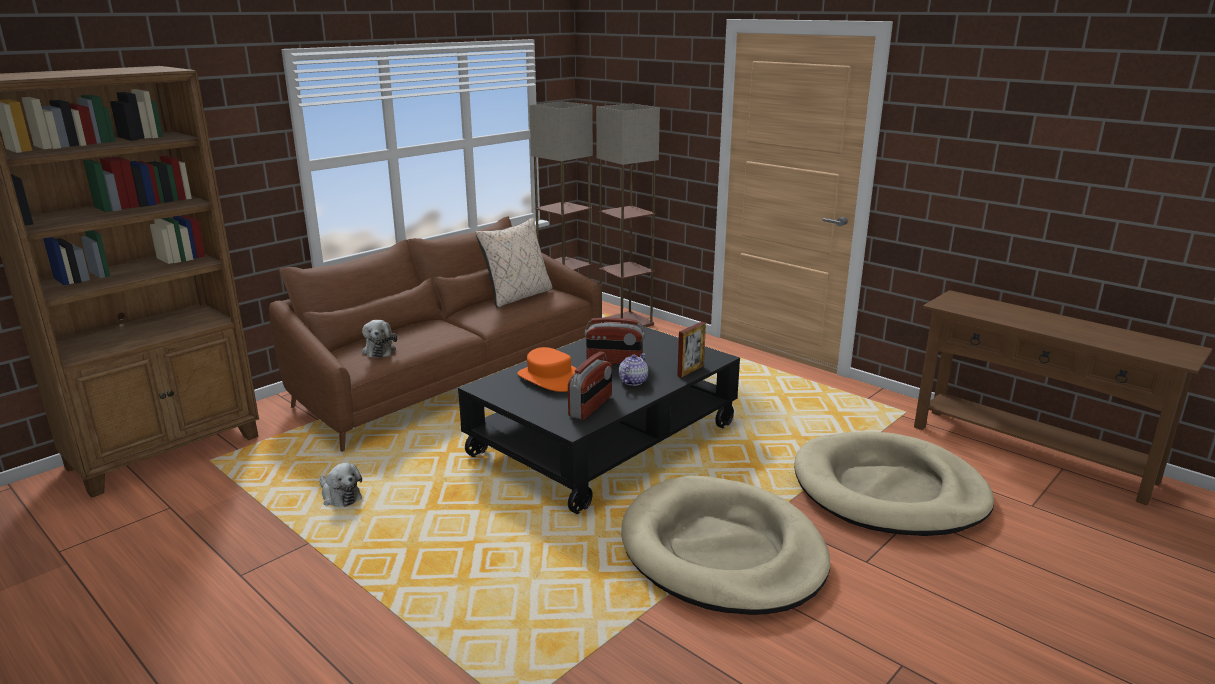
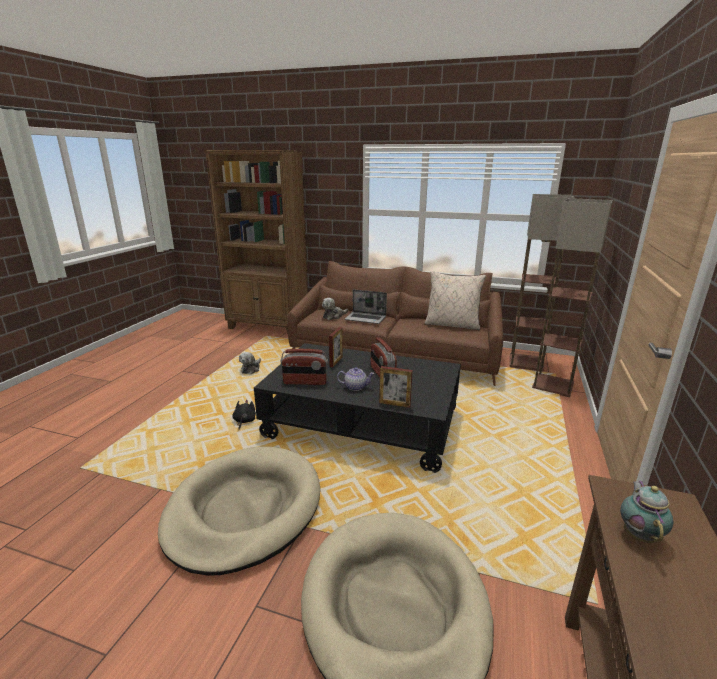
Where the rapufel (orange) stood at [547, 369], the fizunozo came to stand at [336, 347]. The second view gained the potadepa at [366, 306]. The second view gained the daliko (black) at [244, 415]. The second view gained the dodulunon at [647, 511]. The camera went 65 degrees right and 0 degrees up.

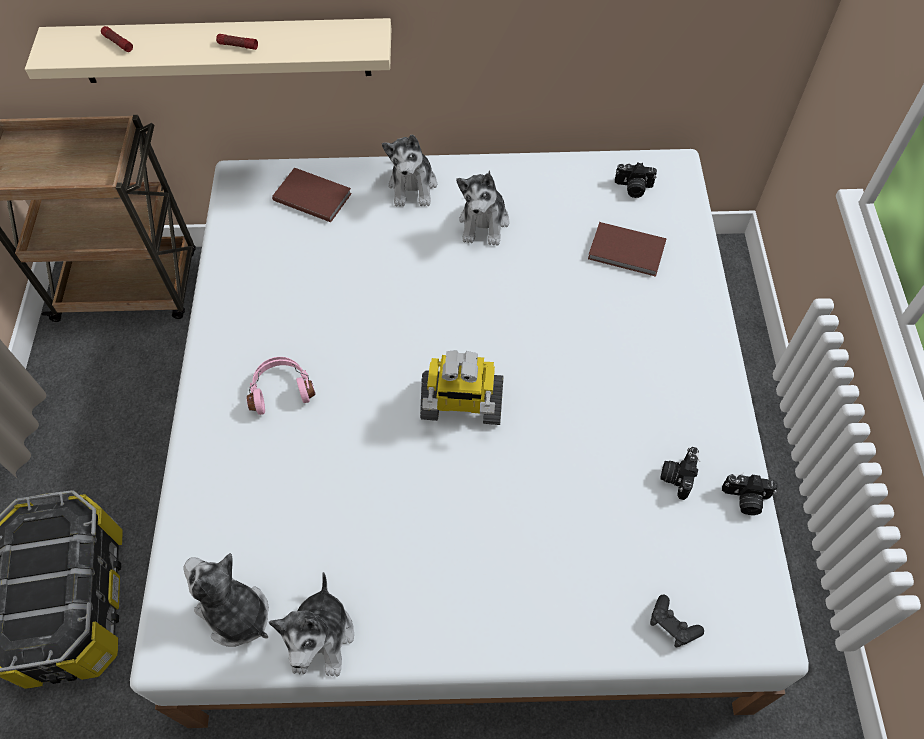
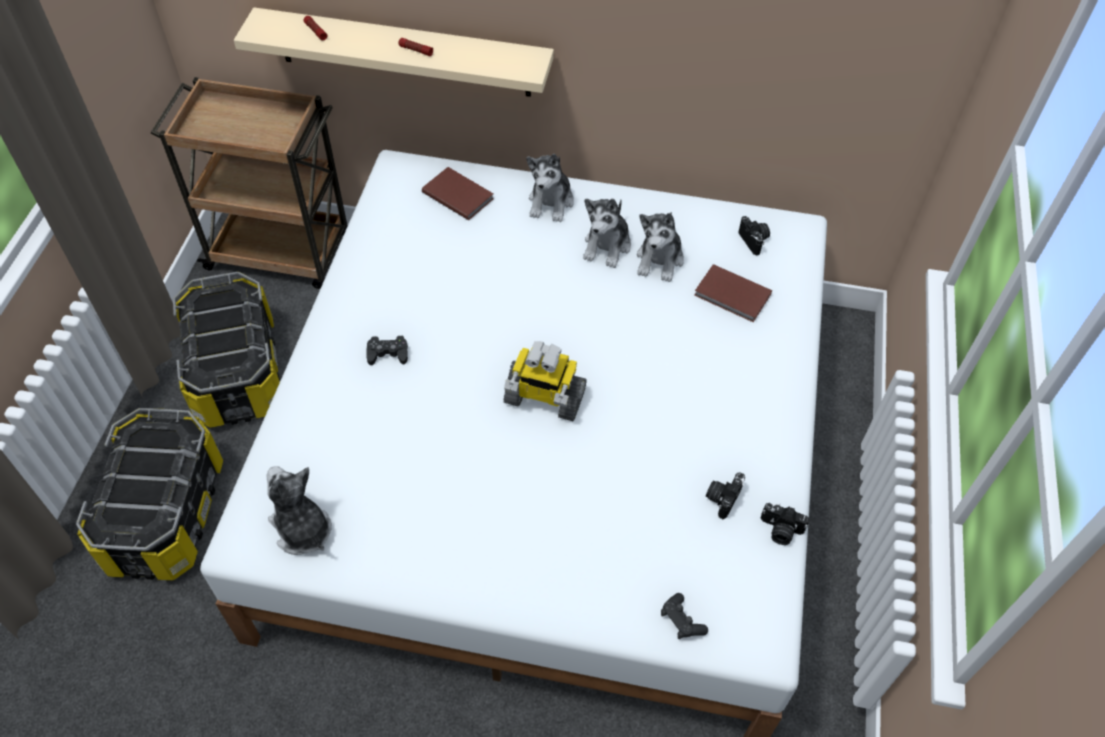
The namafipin at [636, 180] ended up facing another way, 135 degrees counterclockwise from before. Where the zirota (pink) stood at [281, 386], the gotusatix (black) came to stand at [387, 350]. The daliko ended up elsewhere, having gone from [311, 624] to [660, 247]. The second view gained the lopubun at [226, 350]. The camera went 10 degrees right and 5 degrees down.

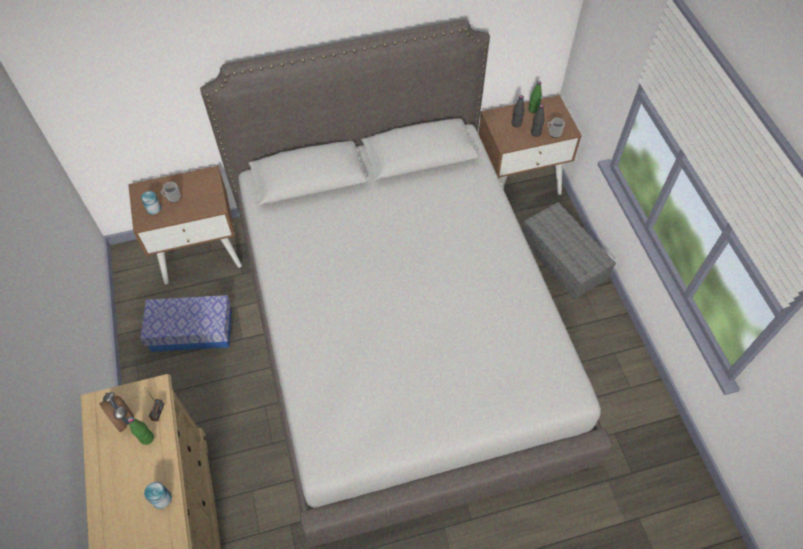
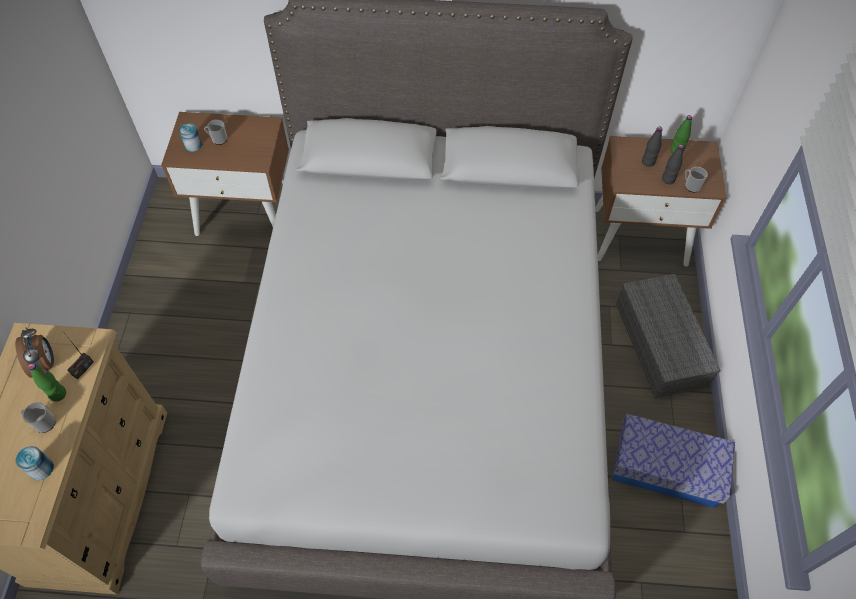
The lopubun ended up elsewhere, having gone from [186, 323] to [673, 461]. The second view gained the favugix at [38, 417]. The camera went 20 degrees right and 0 degrees up.

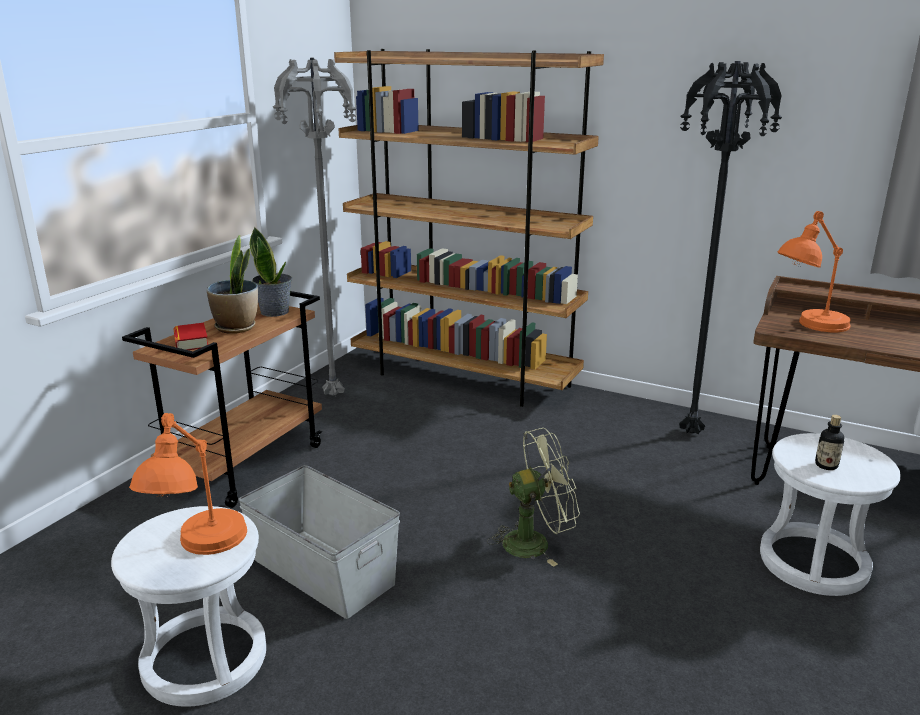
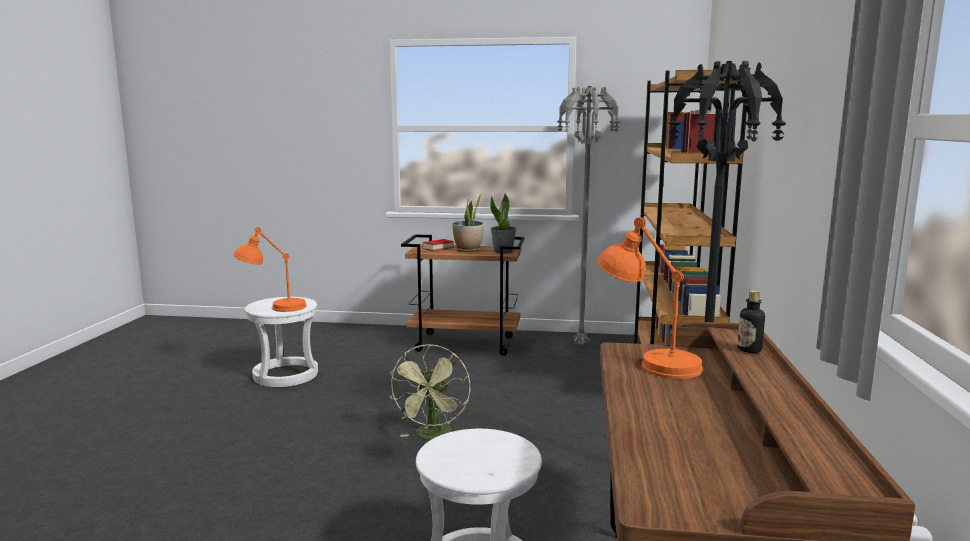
The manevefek ended up elsewhere, having gone from [829, 442] to [751, 321]. The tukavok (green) at [533, 497] ended up facing another way, 45 degrees clockwise from before. The second view lost the lopubun (grey) at [319, 542]. The camera went 70 degrees right and 10 degrees down.

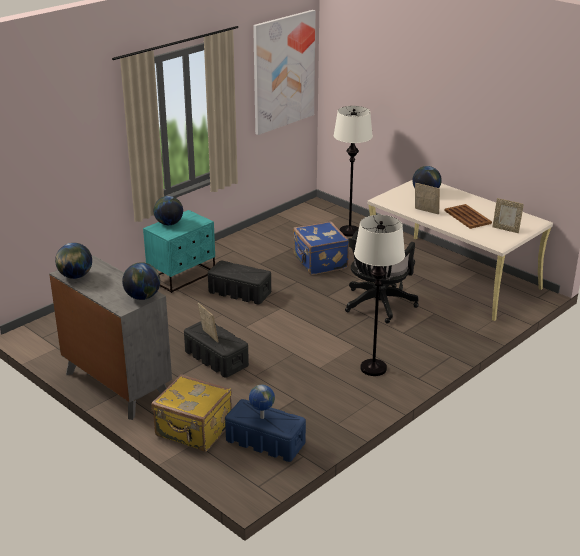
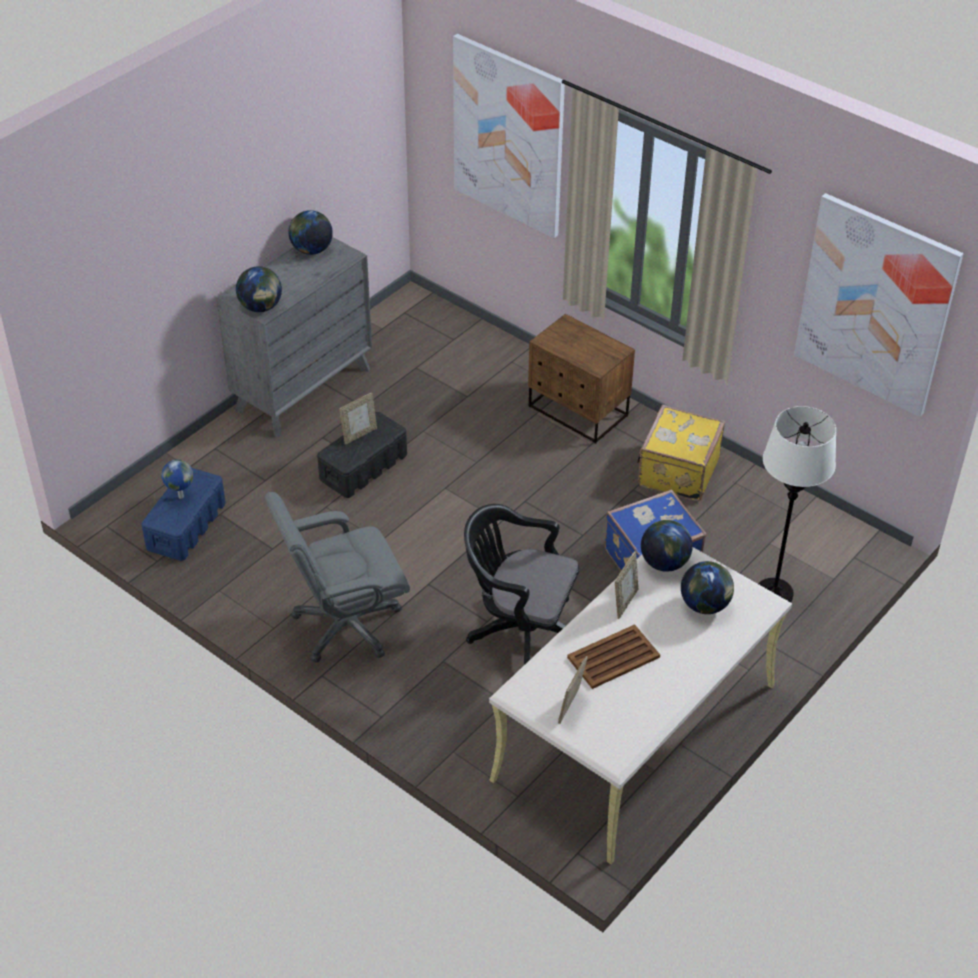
The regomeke ended up elsewhere, having gone from [168, 210] to [667, 546]. What was the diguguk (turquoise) at [179, 251] turned into the diguguk (brown) at [581, 379]. Where the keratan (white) stood at [379, 295], the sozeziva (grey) came to stand at [337, 577]. The second view lost the lopubun (black) at [239, 282]. The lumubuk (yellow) ended up elsewhere, having gone from [191, 413] to [681, 453]. The second view gained the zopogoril at [509, 136]. The camera went 85 degrees right and 15 degrees up.

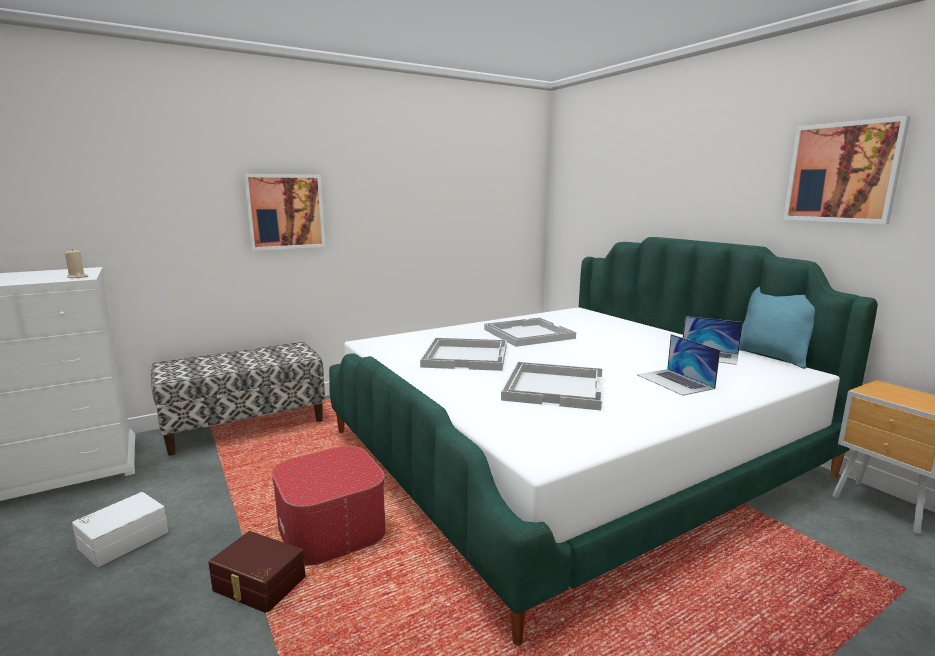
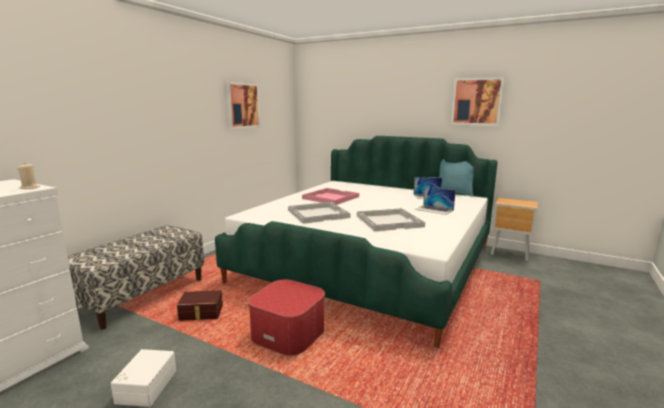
The zopogoril ended up elsewhere, having gone from [284, 212] to [243, 105]. What was the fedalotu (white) at [530, 332] turned into the fedalotu (pink) at [330, 196]. The lopubun (brown) ended up elsewhere, having gone from [257, 572] to [200, 305]. The camera went 30 degrees left and 0 degrees up.

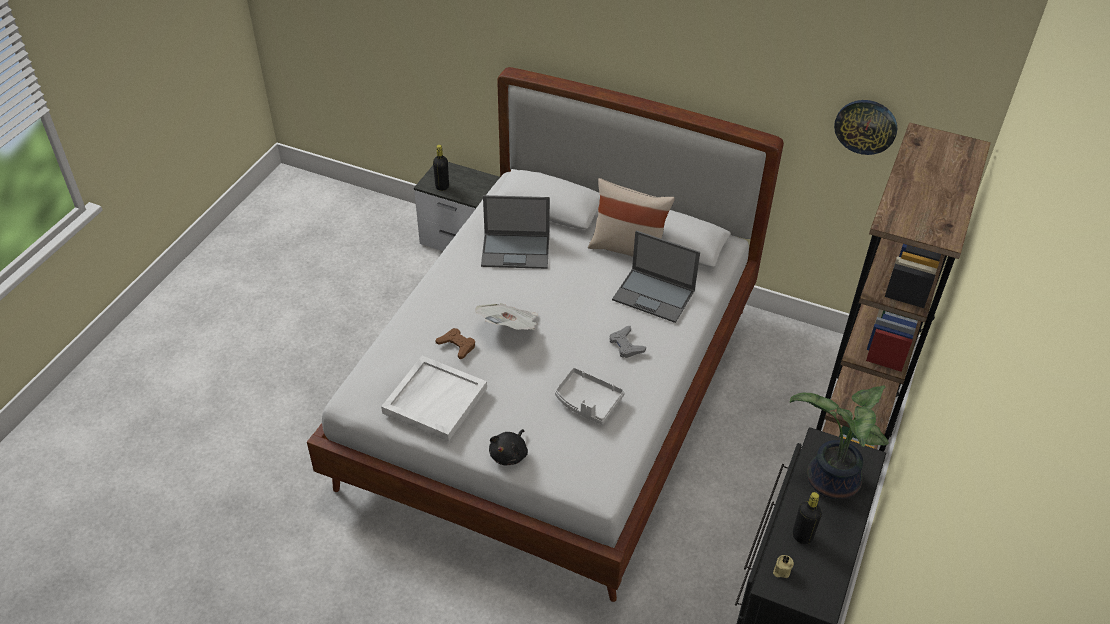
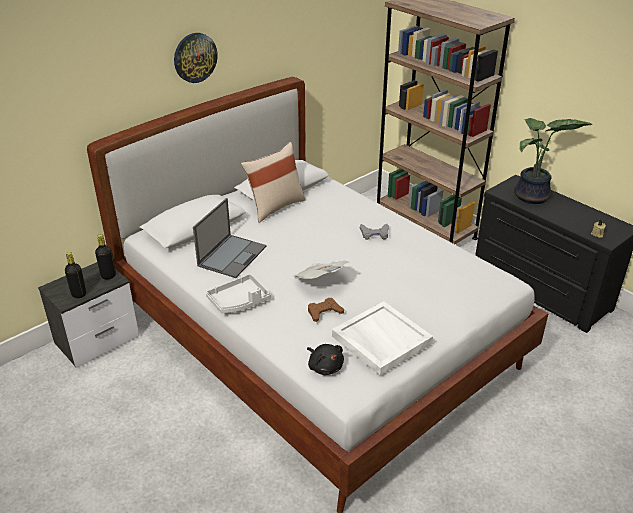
The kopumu ended up elsewhere, having gone from [865, 127] to [196, 58]. The second view lost the potadepa at [656, 276]. The fedalotu (grey) ended up elsewhere, having gone from [590, 396] to [238, 293]. The daliko (black) ended up elsewhere, having gone from [508, 447] to [325, 359]. The manevefek (black) ended up elsewhere, having gone from [807, 518] to [105, 256]. The camera went 65 degrees left and 10 degrees down.

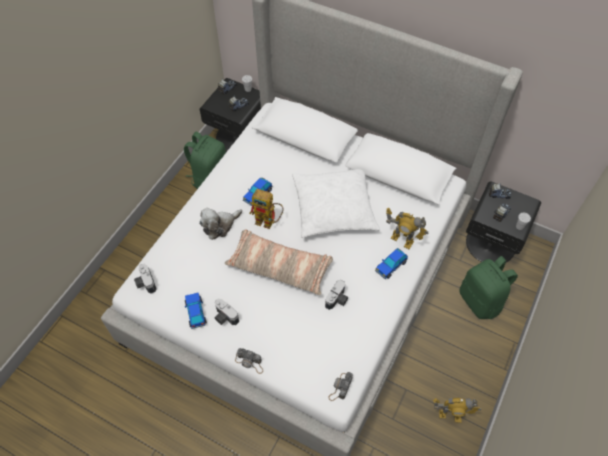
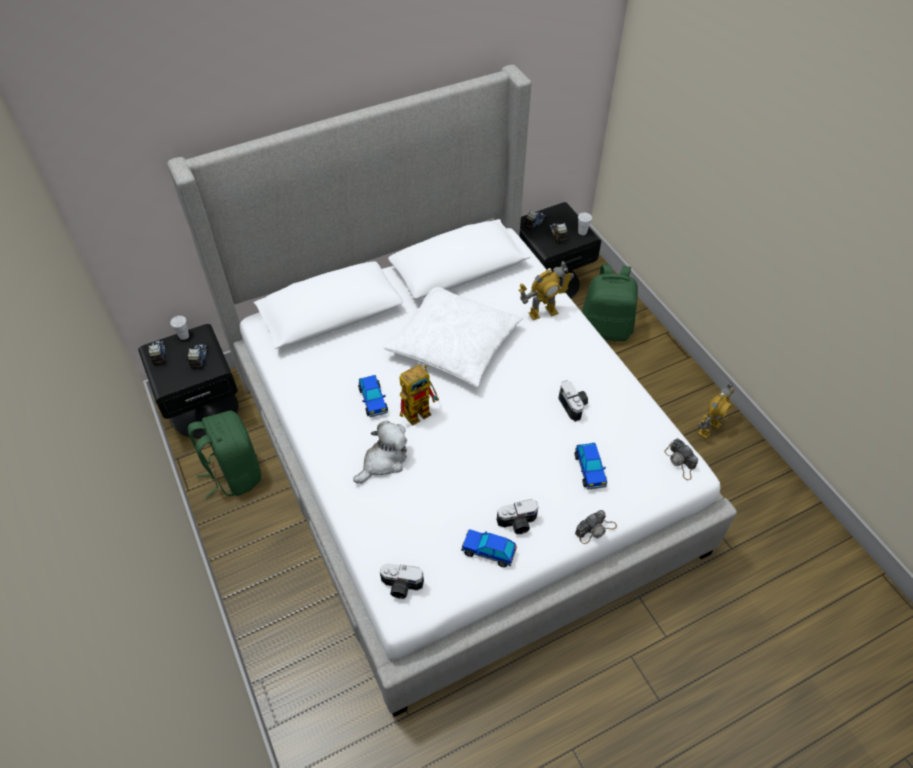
The daliko at [220, 223] ended up facing another way, 135 degrees counterclockwise from before. The second view lost the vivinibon at [279, 262]. The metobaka ended up elsewhere, having gone from [391, 263] to [591, 466]. The camera went 55 degrees left and 5 degrees down.

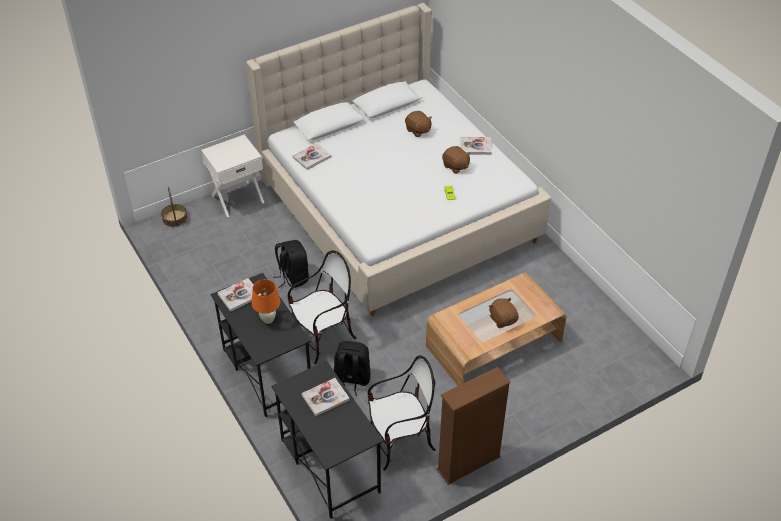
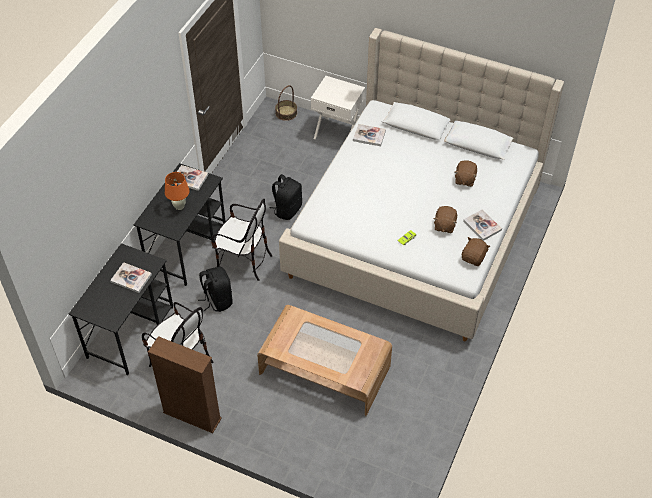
The daliko (brown) ended up elsewhere, having gone from [504, 313] to [476, 251]. The camera went 55 degrees right and 5 degrees up.

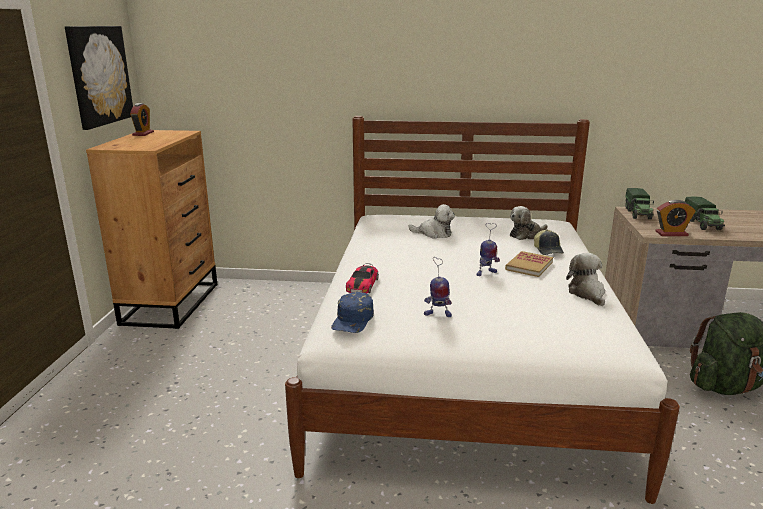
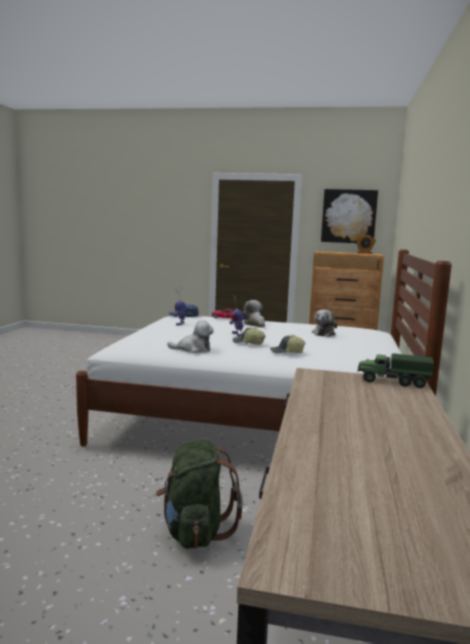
The second view lost the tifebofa at [705, 213]. The second view lost the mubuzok at [676, 218]. The daliko ended up elsewhere, having gone from [529, 223] to [254, 314]. Where the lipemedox stood at [529, 264], the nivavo came to stand at [249, 336]. The camera went 95 degrees right and 10 degrees down.

